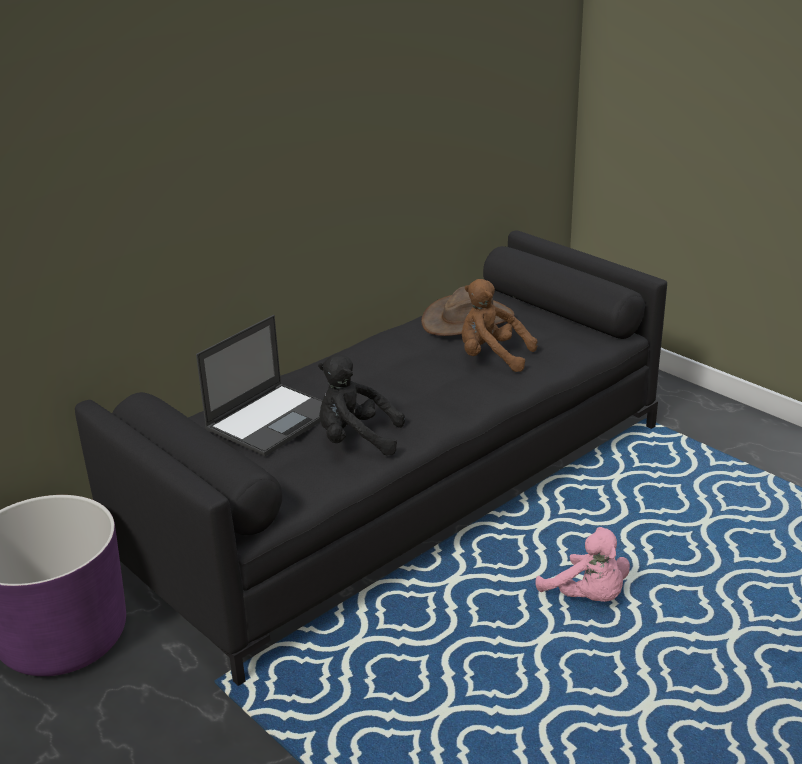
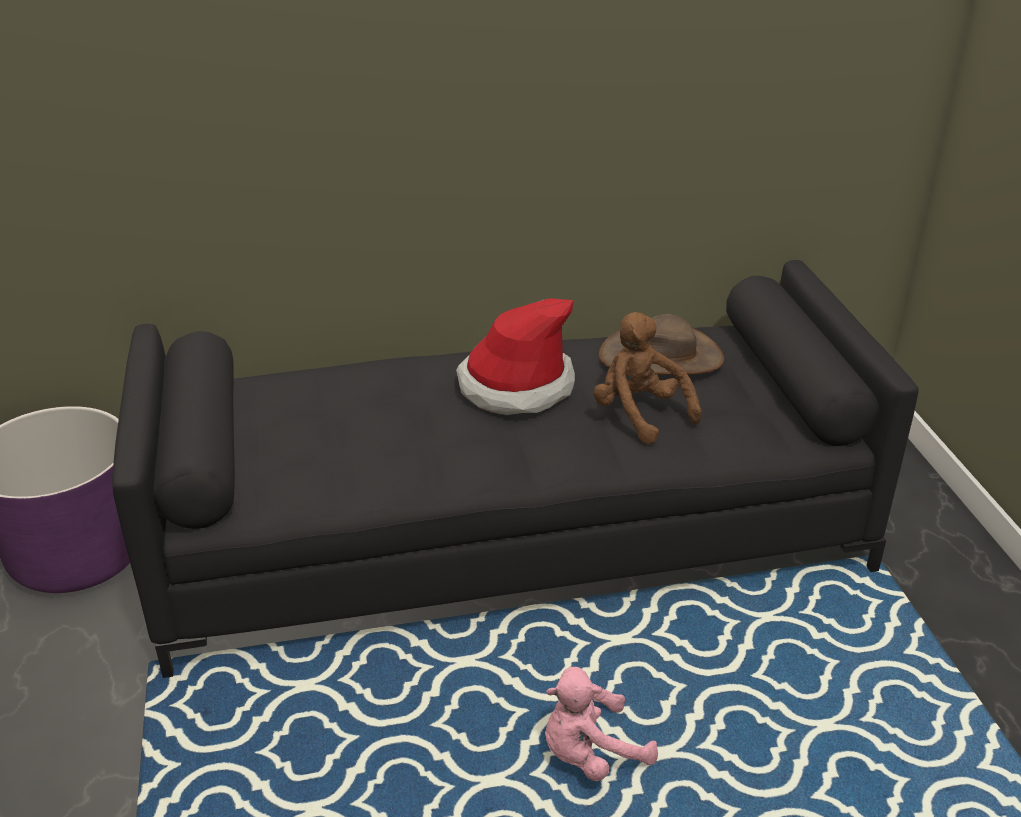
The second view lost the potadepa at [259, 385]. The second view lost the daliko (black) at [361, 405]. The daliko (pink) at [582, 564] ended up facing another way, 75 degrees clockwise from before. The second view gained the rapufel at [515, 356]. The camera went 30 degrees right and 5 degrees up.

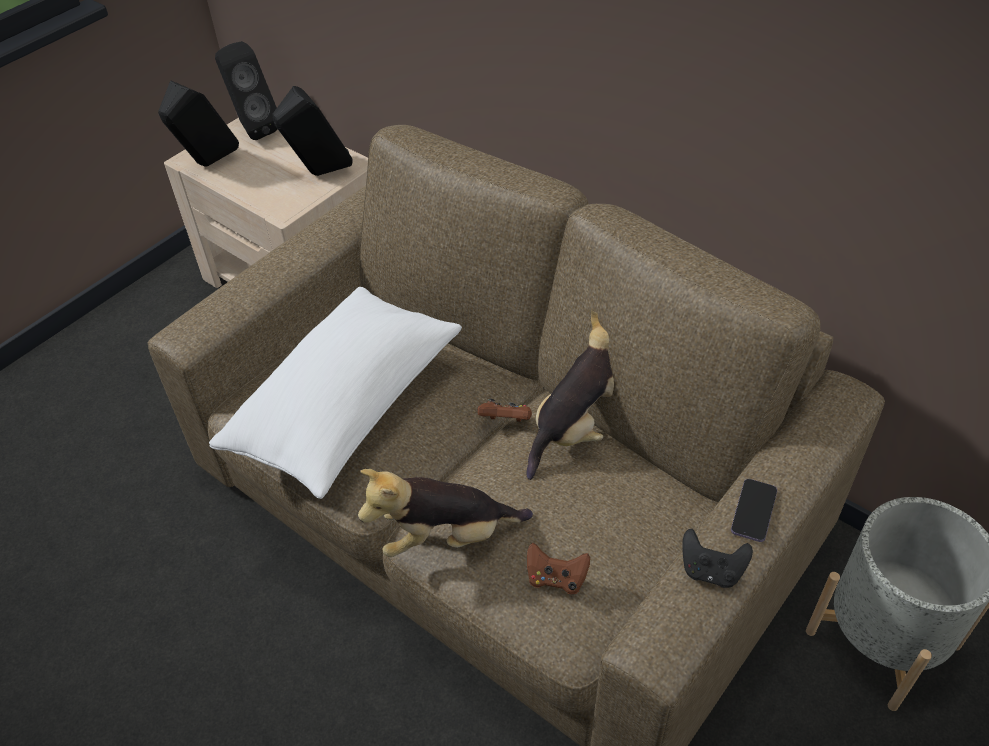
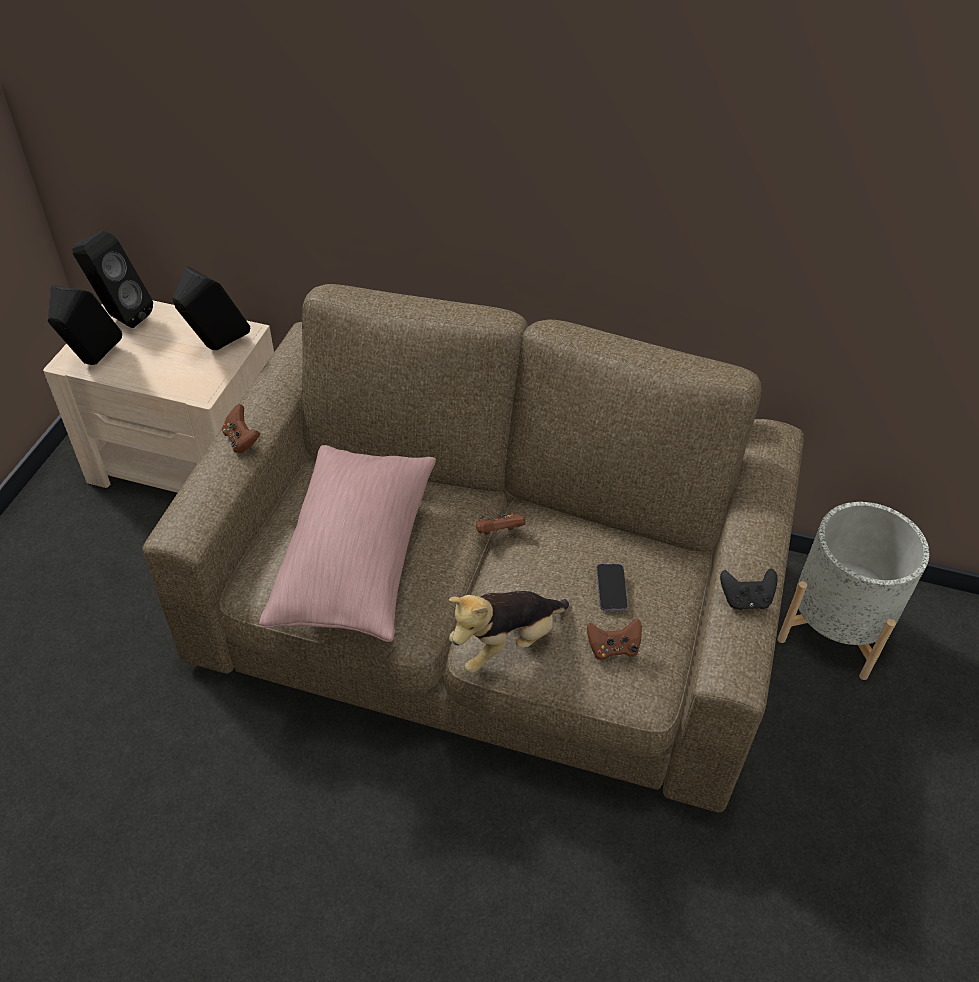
What was the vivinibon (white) at [335, 393] turned into the vivinibon (pink) at [347, 543]. The second view lost the daliko at [570, 395]. The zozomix ended up elsewhere, having gone from [754, 510] to [612, 587]. The second view gained the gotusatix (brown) at [241, 429]. The camera went 25 degrees left and 0 degrees up.

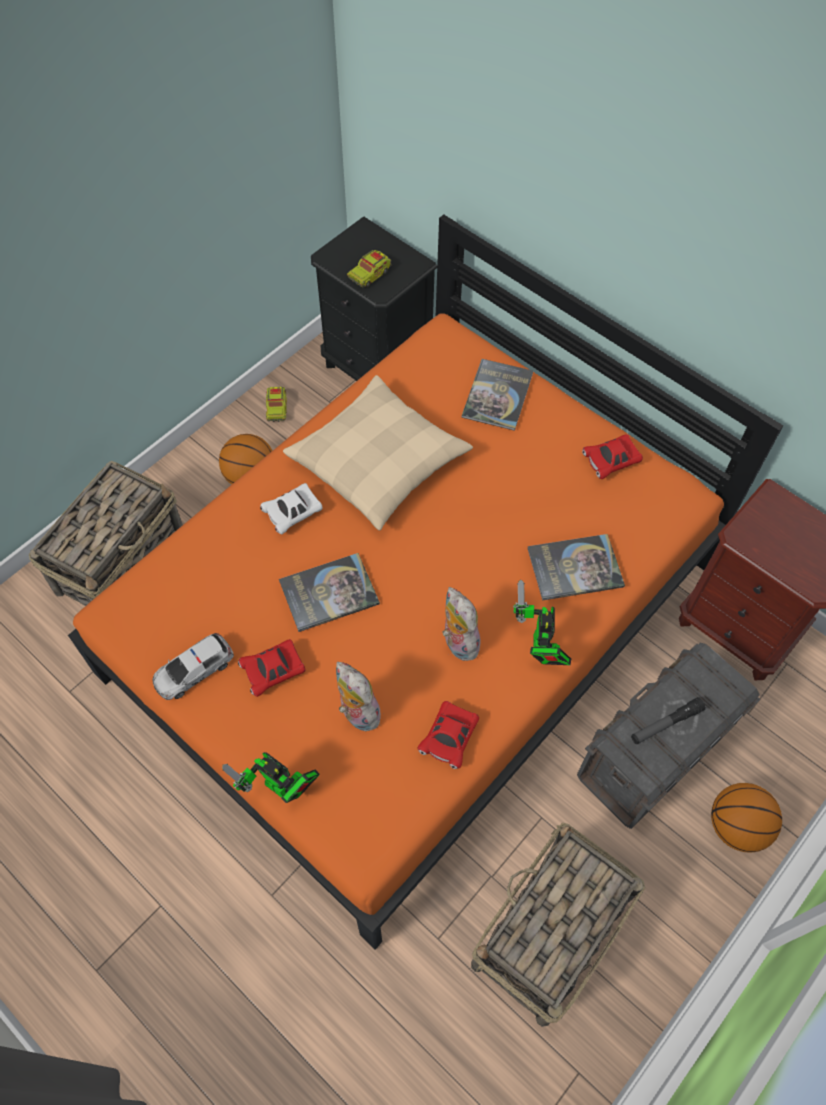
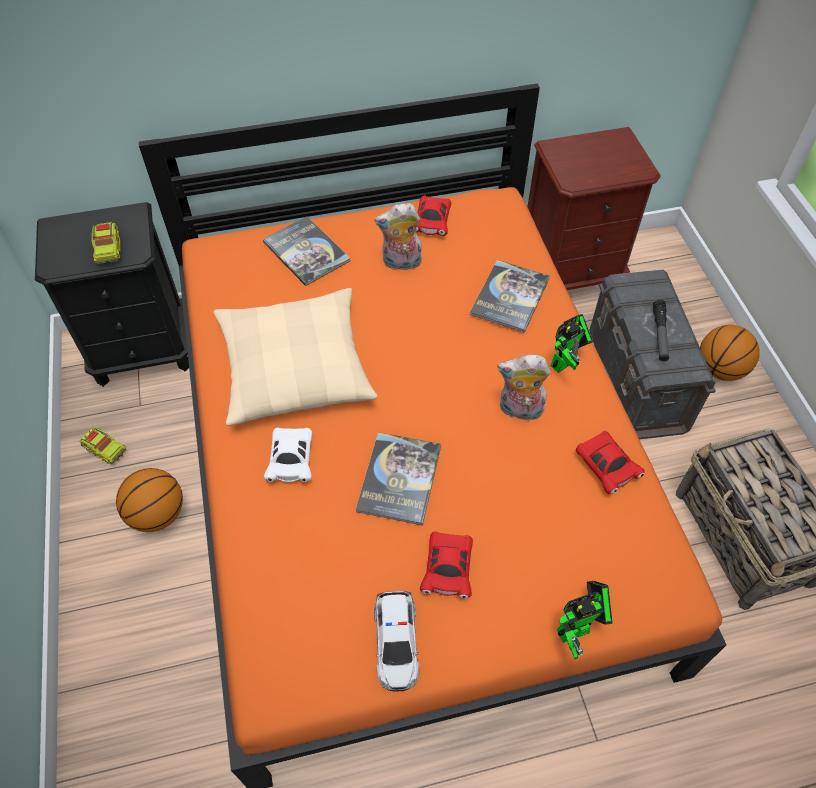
The second view lost the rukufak at [106, 533]. The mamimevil at [542, 622] ended up facing another way, 75 degrees counterclockwise from before. The daliko ended up elsewhere, having gone from [360, 697] to [398, 236]. The camera went 55 degrees left and 5 degrees down.

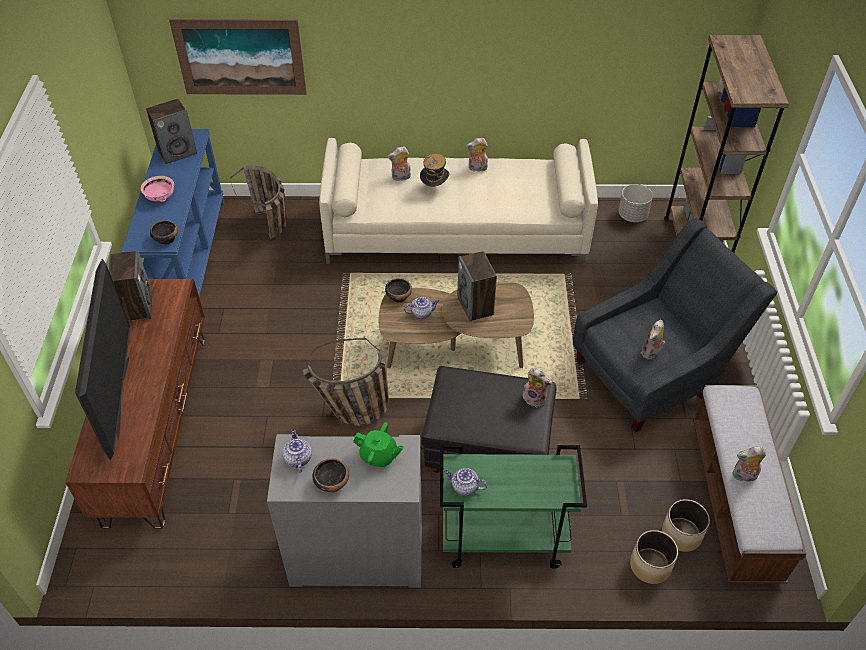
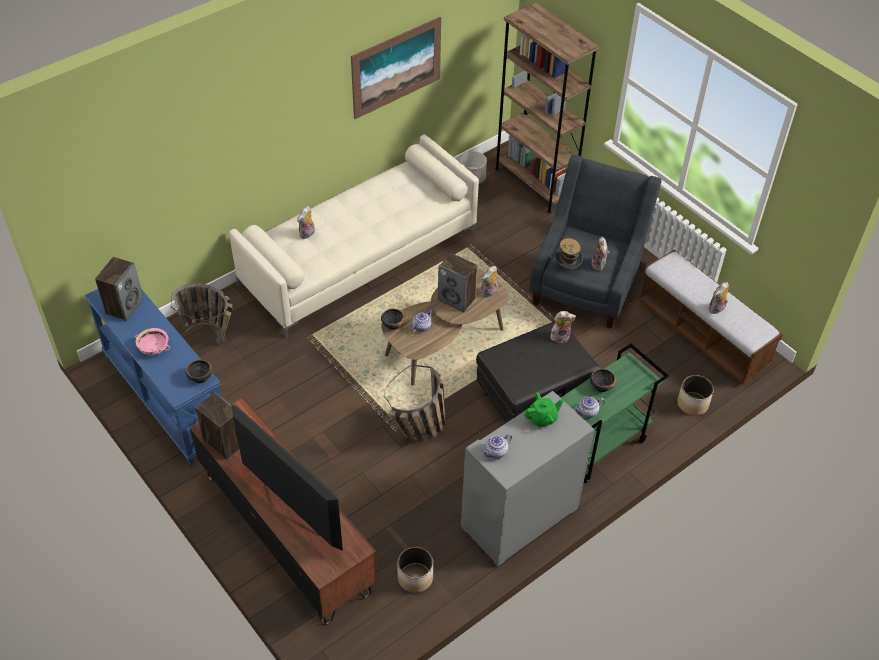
The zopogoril ended up elsewhere, having gone from [238, 57] to [396, 68]. The daliko ended up elsewhere, having gone from [477, 155] to [489, 282]. The rapufel ended up elsewhere, having gone from [434, 170] to [569, 253]. The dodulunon at [297, 451] ended up facing another way, 75 degrees counterclockwise from before. The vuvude ended up elsewhere, having gone from [331, 475] to [603, 380]. The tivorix ended up elsewhere, having gone from [686, 525] to [415, 570]. The camera went 40 degrees left and 0 degrees up.

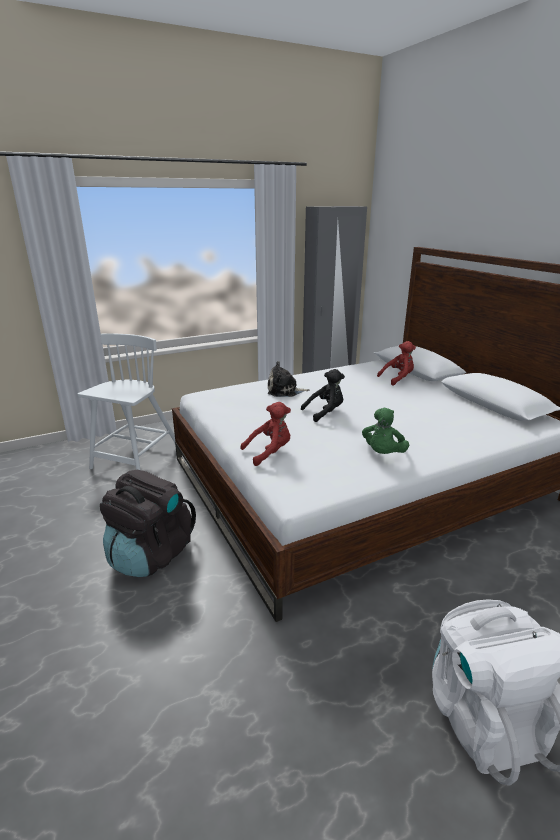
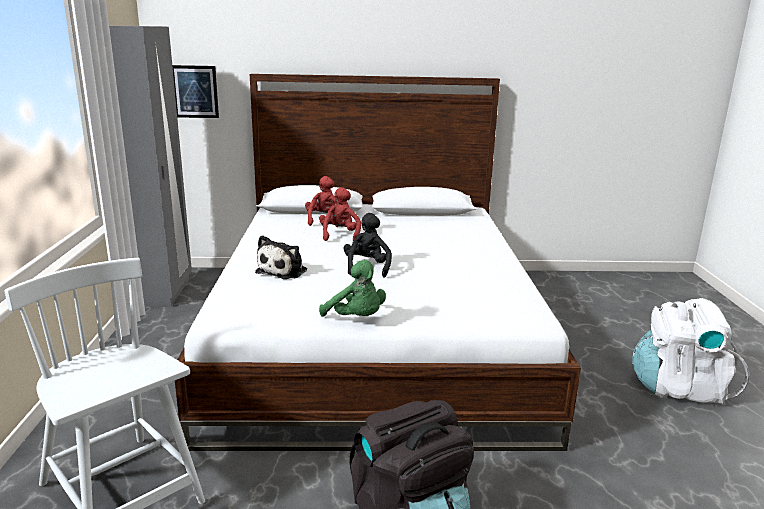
The daliko (red) ended up elsewhere, having gone from [265, 434] to [340, 214]. The daliko (green) ended up elsewhere, having gone from [385, 431] to [352, 288]. The second view gained the zopogoril at [195, 91]. The camera went 65 degrees left and 5 degrees down.

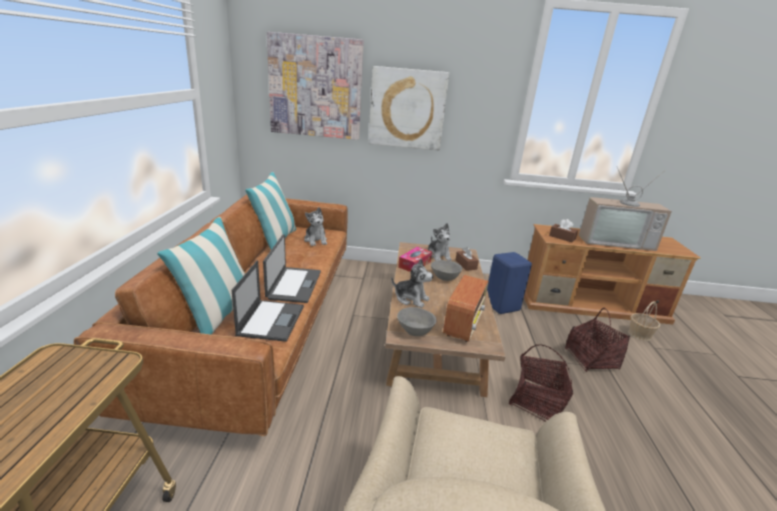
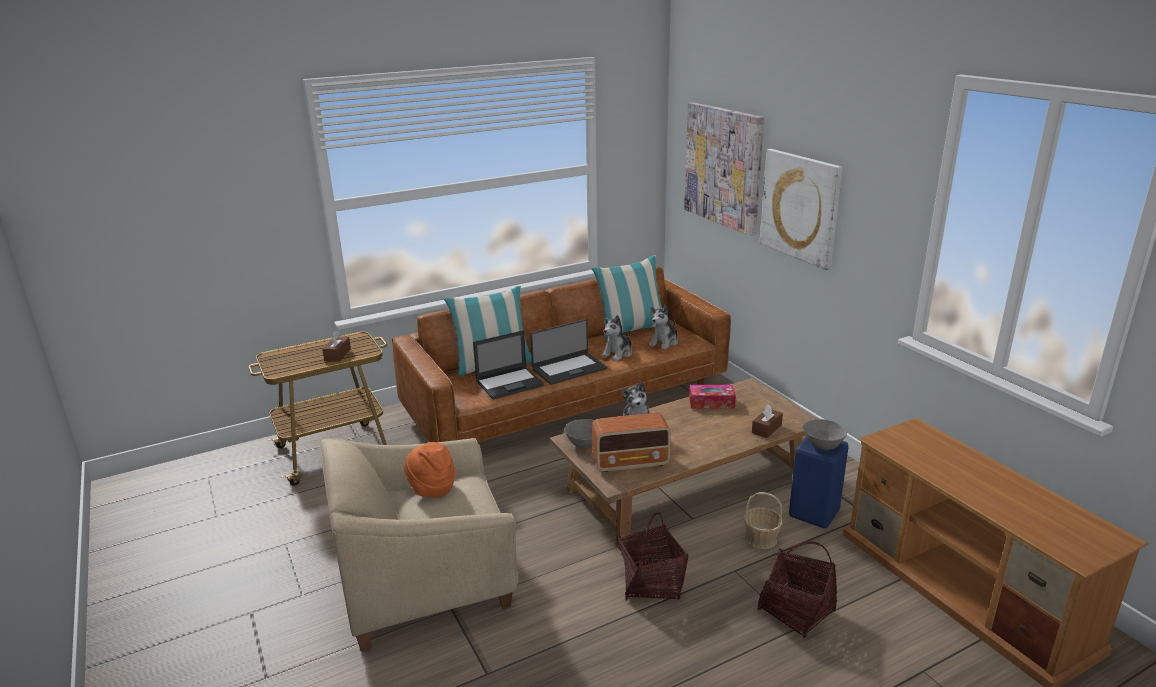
The second view lost the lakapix at [625, 209]. The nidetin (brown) ended up elsewhere, having gone from [563, 230] to [336, 346]. The daliko ended up elsewhere, having gone from [440, 242] to [616, 338]. The vuvude (grey) ended up elsewhere, having gone from [446, 270] to [825, 434]. The rukufak ended up elsewhere, having gone from [644, 321] to [763, 520]. The second view gained the rapufel (orange) at [430, 470]. The camera went 60 degrees right and 0 degrees up.

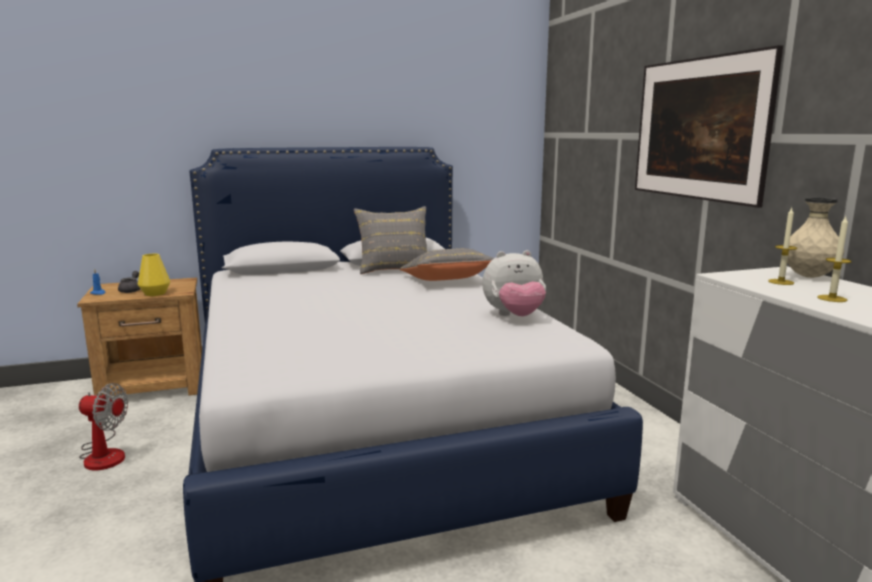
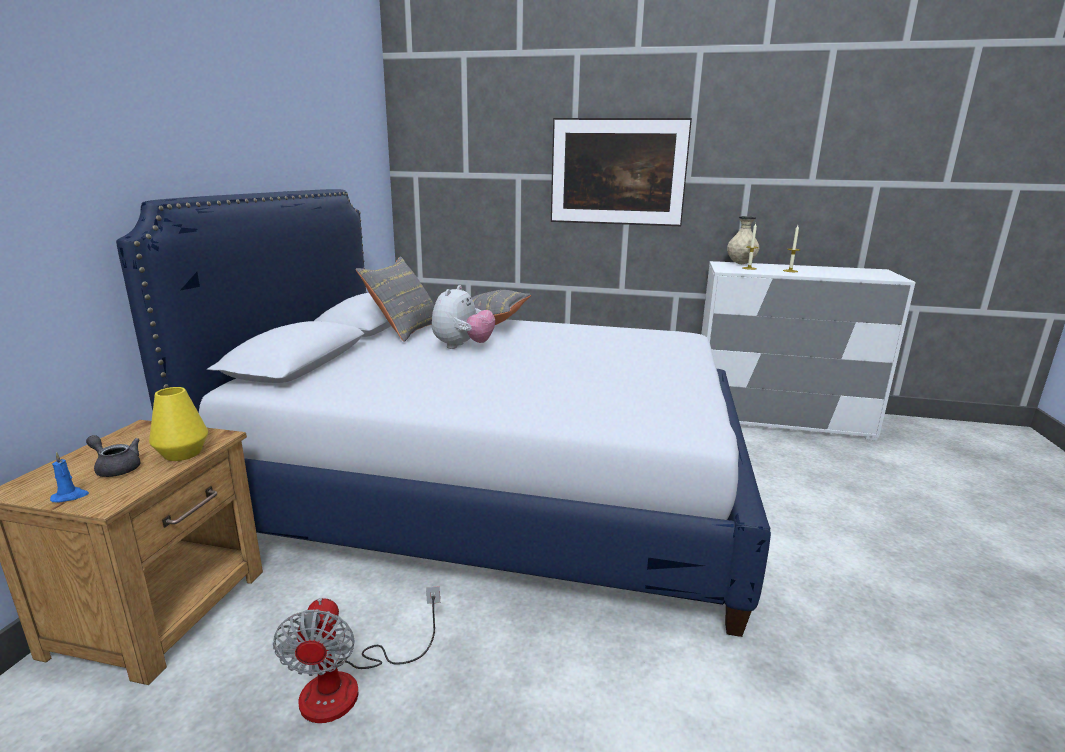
The daliko ended up elsewhere, having gone from [514, 283] to [463, 317]. The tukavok at [103, 426] ended up facing another way, 135 degrees clockwise from before. The camera went 60 degrees left and 5 degrees up.

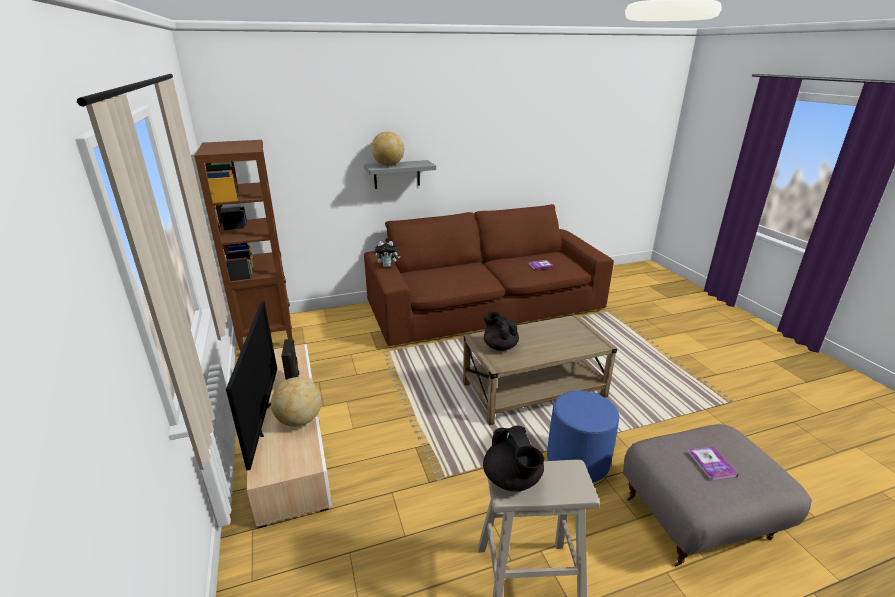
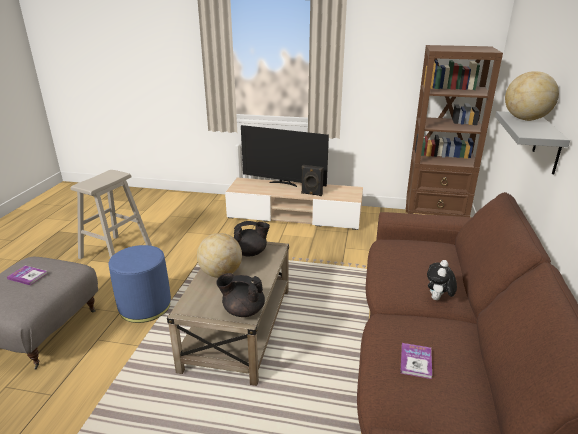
The daliko ended up elsewhere, having gone from [387, 254] to [442, 280]. The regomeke ended up elsewhere, having gone from [296, 402] to [219, 255]. The dodulunon (black) ended up elsewhere, having gone from [513, 459] to [240, 295]. The camera went 120 degrees right and 0 degrees up.

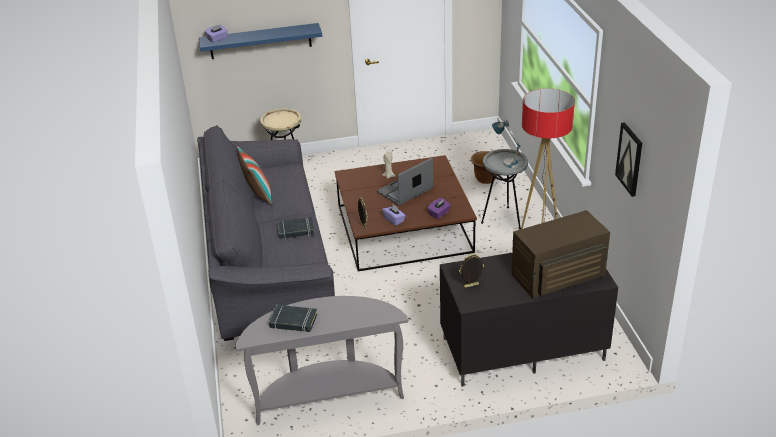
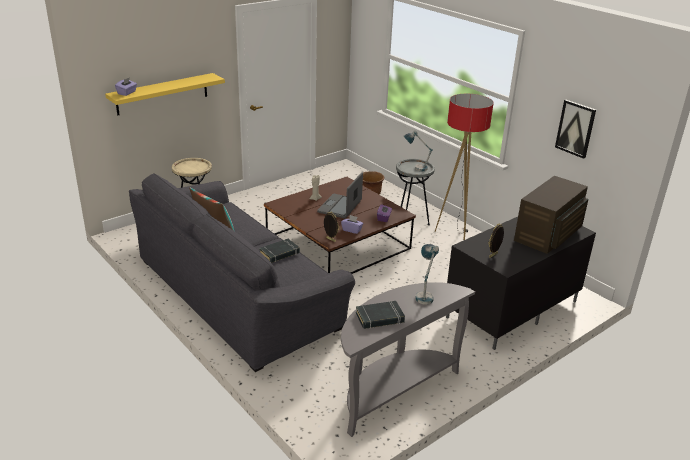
What was the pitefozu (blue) at [260, 41] turned into the pitefozu (yellow) at [165, 94]. The second view gained the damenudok at [427, 274]. The camera went 30 degrees left and 5 degrees down.

